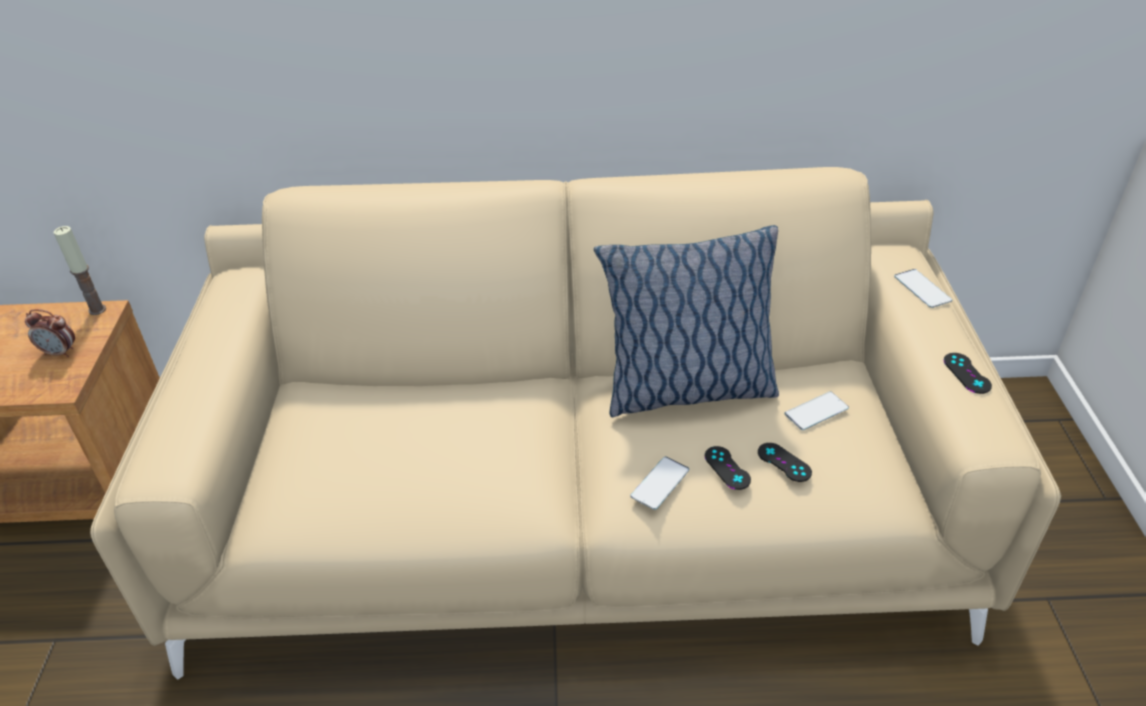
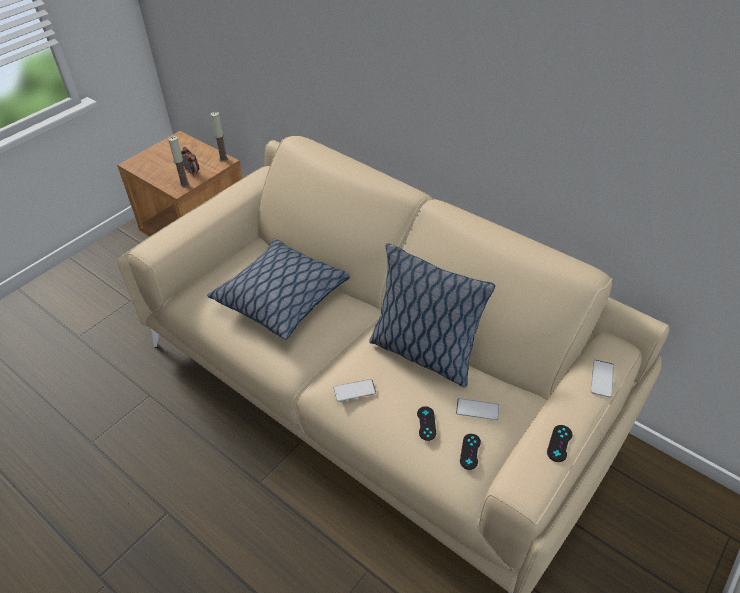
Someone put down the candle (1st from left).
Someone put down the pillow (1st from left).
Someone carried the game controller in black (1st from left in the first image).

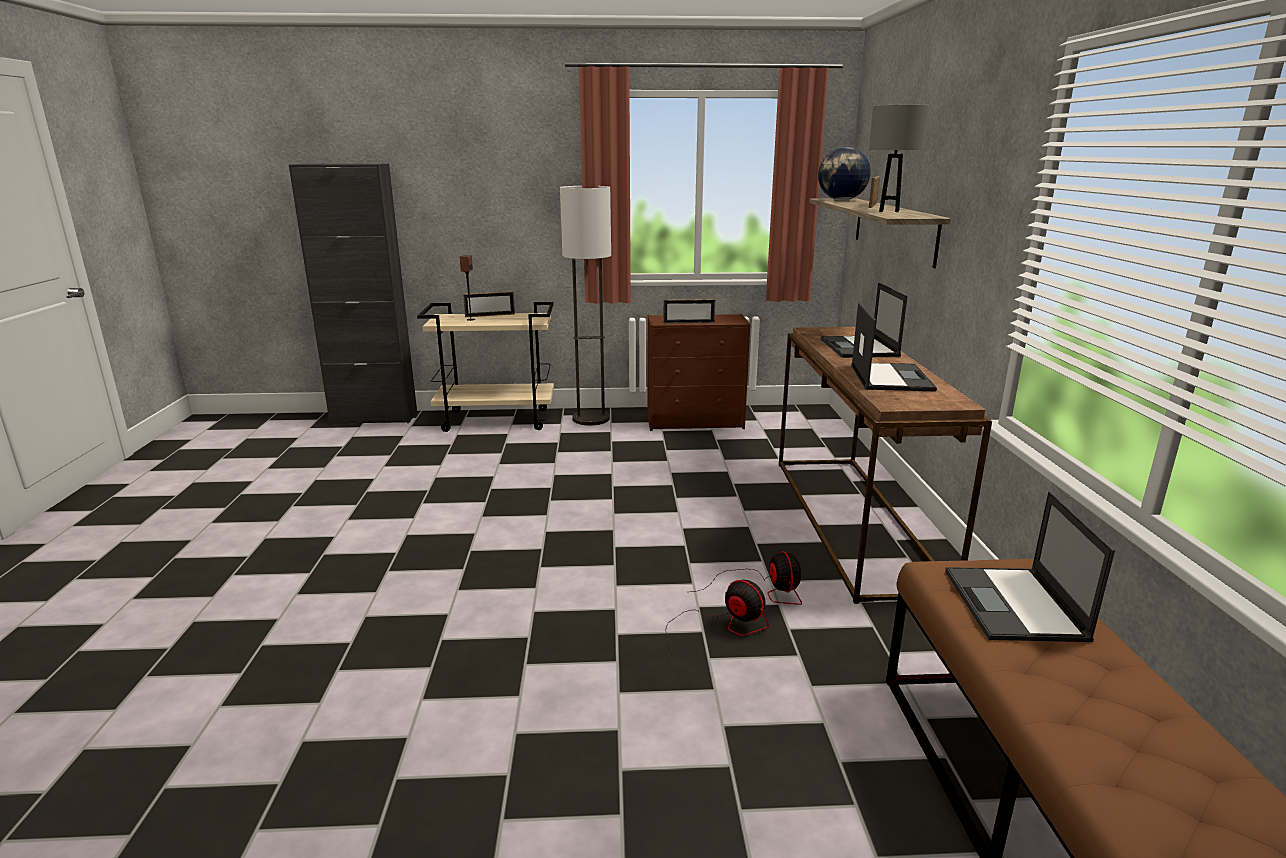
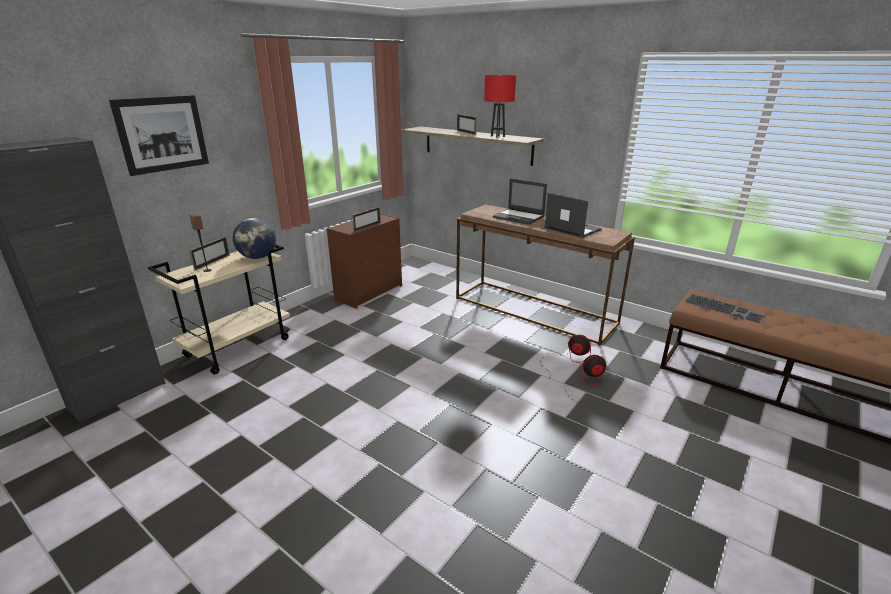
Someone put up the picture.
Someone carried the globe.
Someone repainted the table lamp in grey, which became the table lamp in red.
Someone swapped the laptop (3rd from left) for the keyboard.
Someone took away the floor lamp.

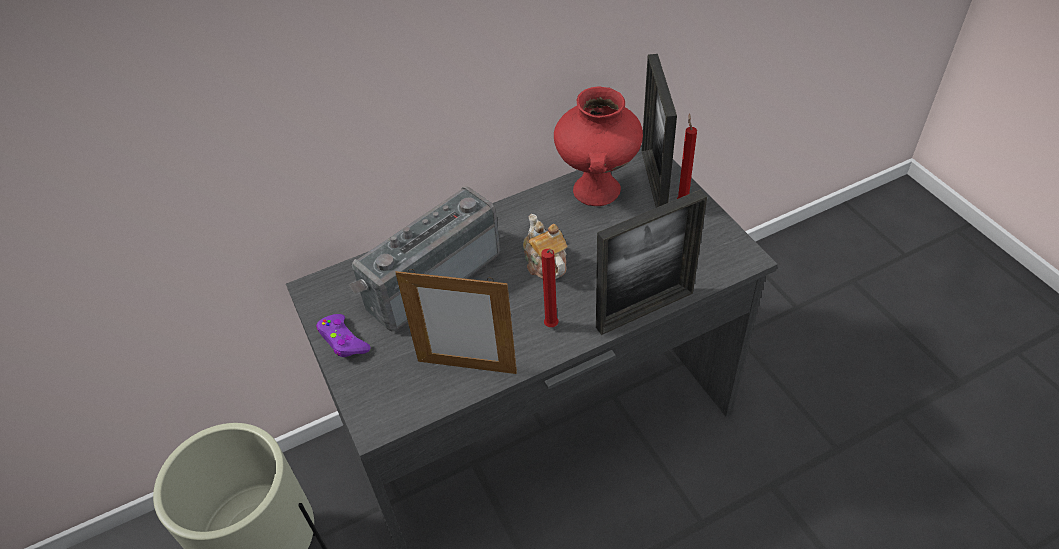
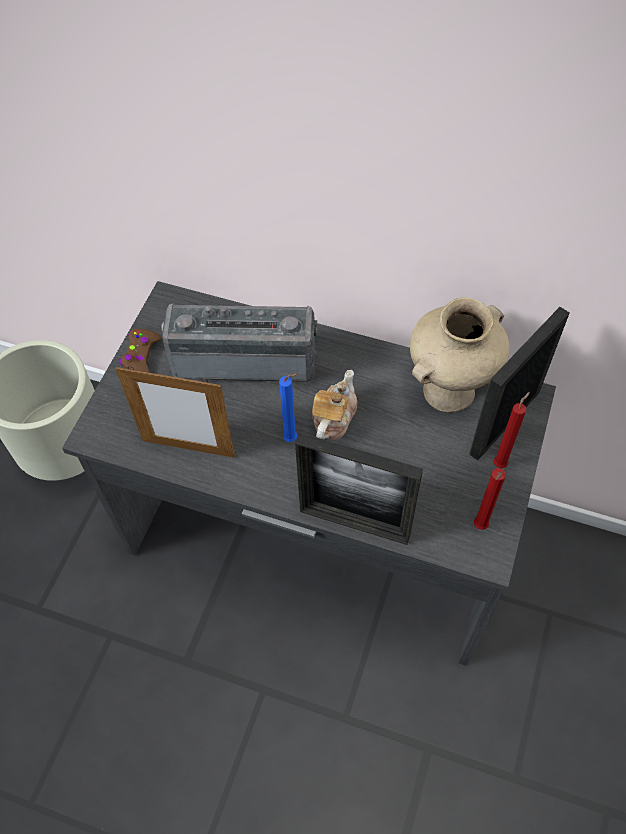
Someone rotated the picture frame (1st from left) by 45 degrees counterclockwise.
Someone repainted the game controller in purple, which became the game controller in brown.
Someone put down the candle in blue.
Someone repainted the vase in red, which became the vase in beige.
Someone carried the candle in red (1st from left).

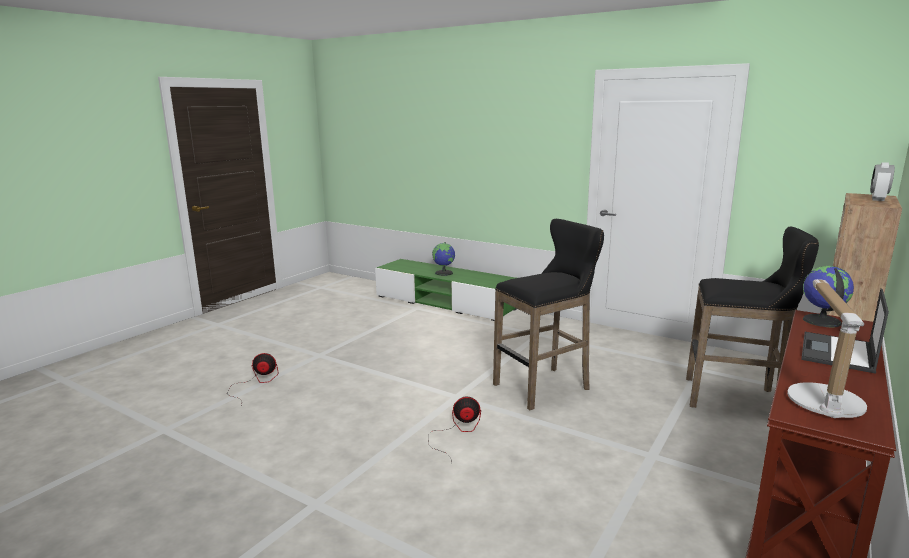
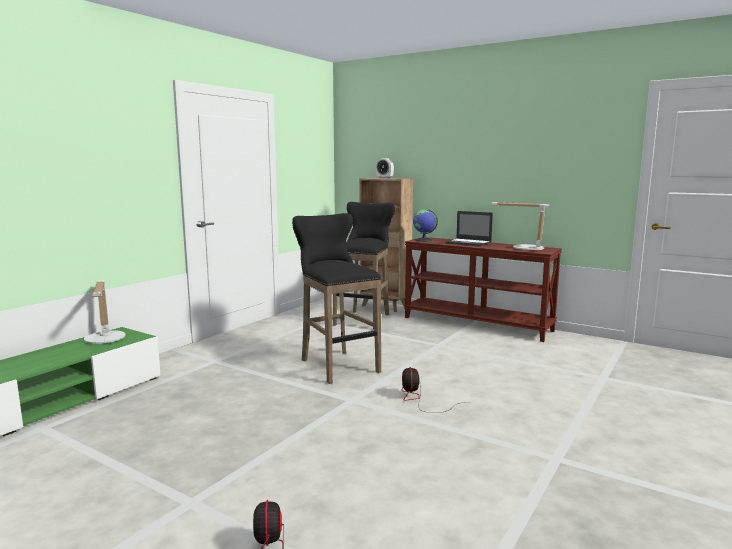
Someone put down the table lamp (1st from left).
Someone took away the globe (1st from left).

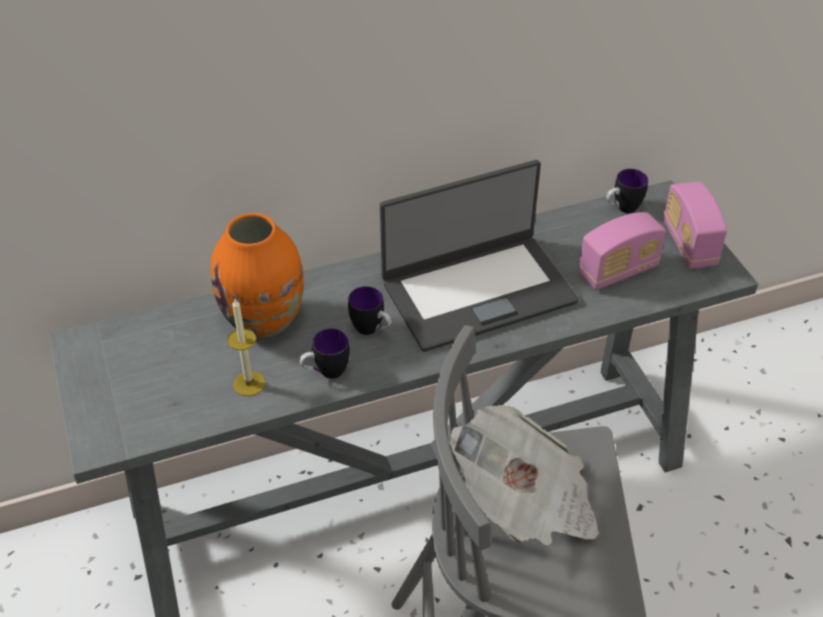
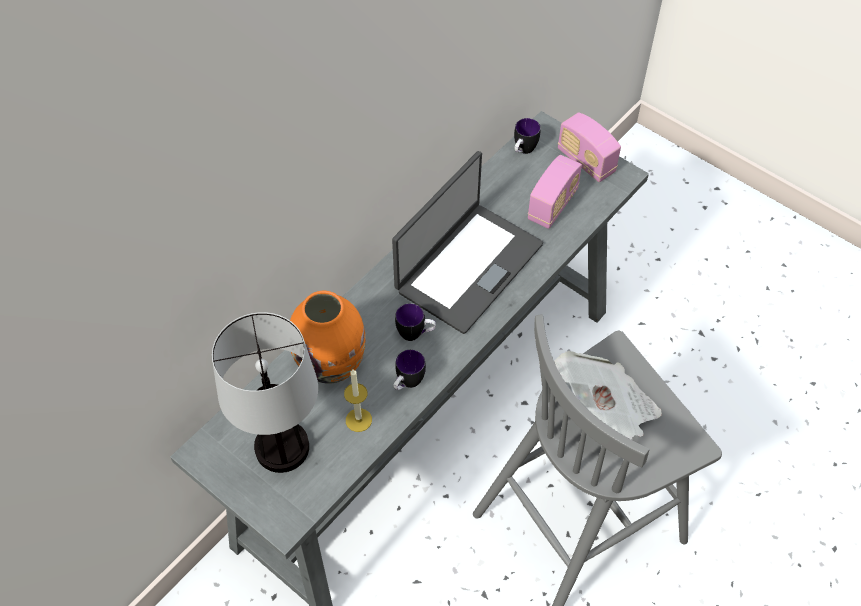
Someone put down the table lamp.

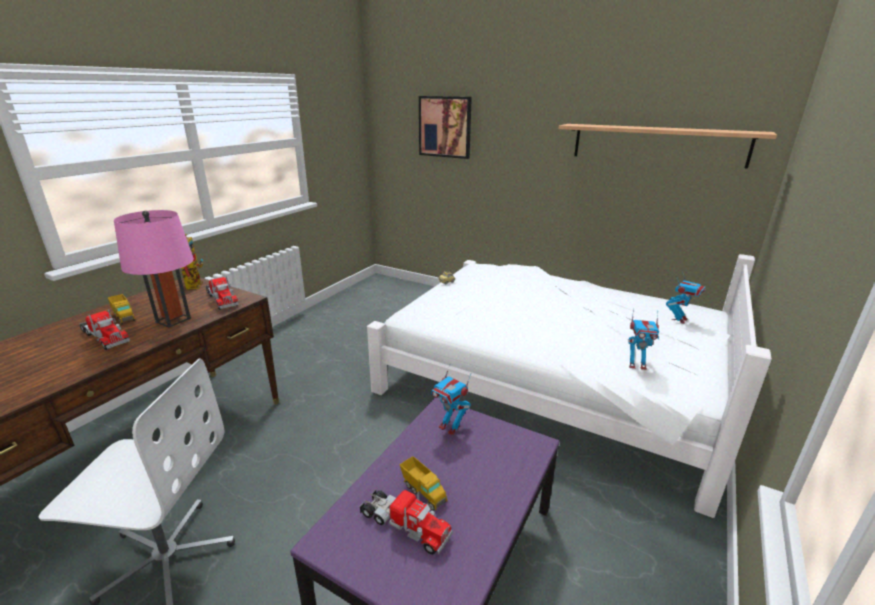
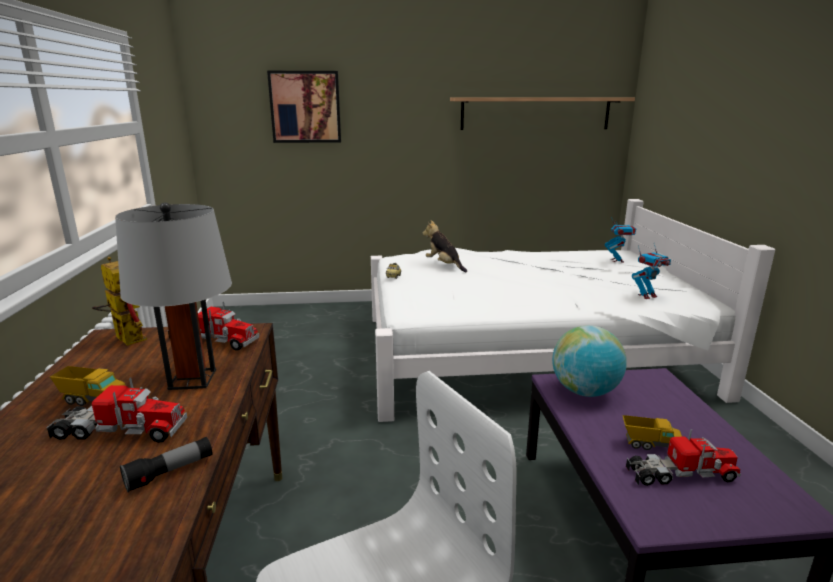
Someone repainted the table lamp in pink, which became the table lamp in grey.
Someone put down the flashlight.
Someone put down the plush toy.
Someone swapped the toy robot (2nd from left) for the globe.

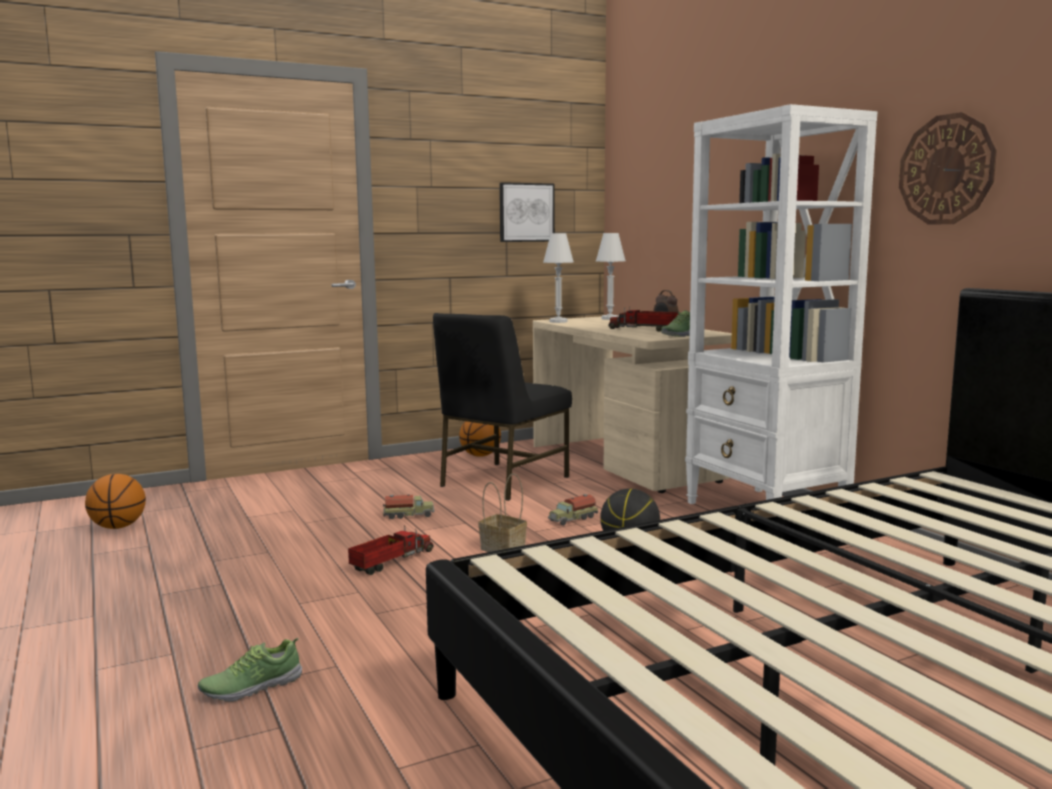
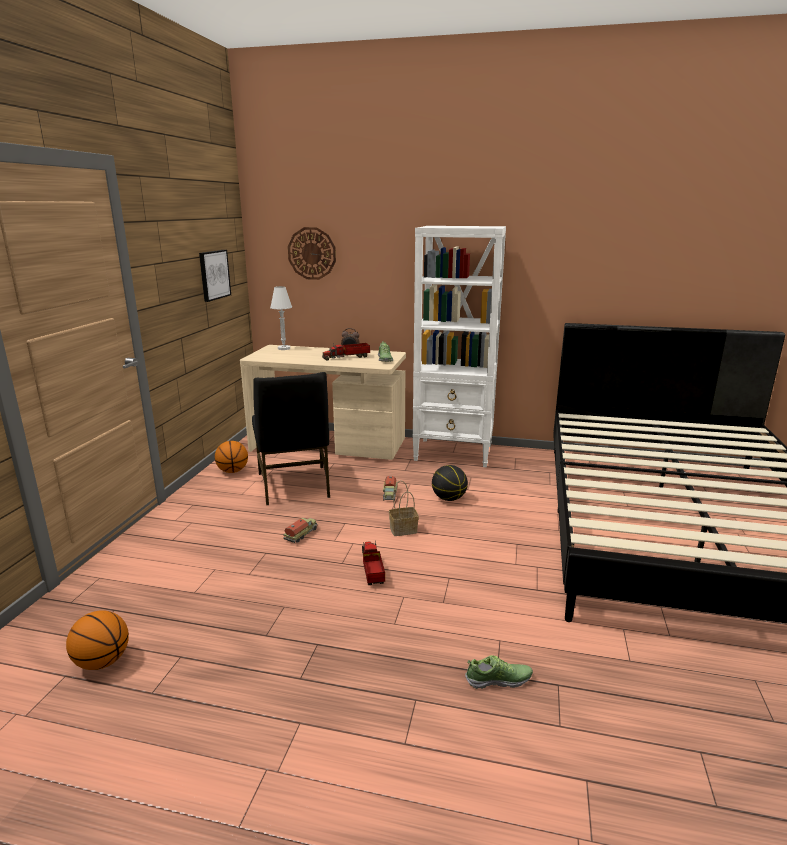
Someone carried the wall clock.
Someone rotated the shoe (1st from left in the first image) by 105 degrees counterclockwise.
Someone took away the table lamp in white (1st from left).

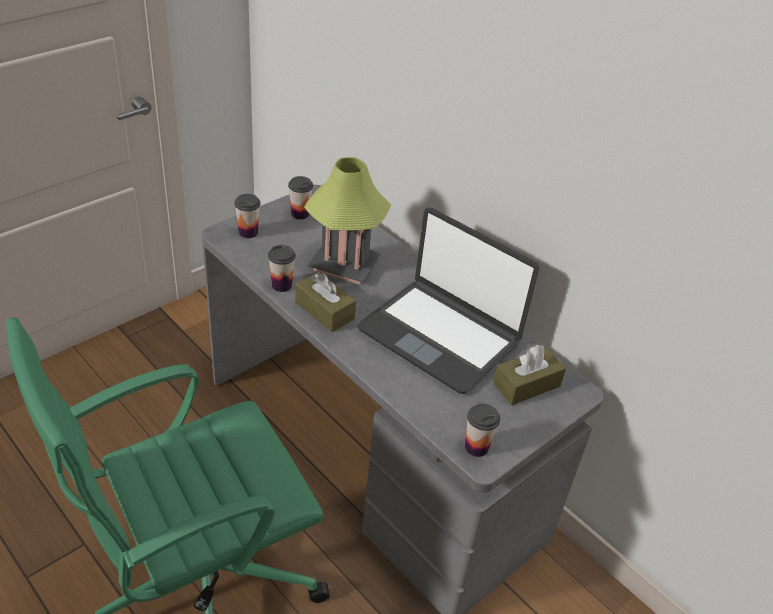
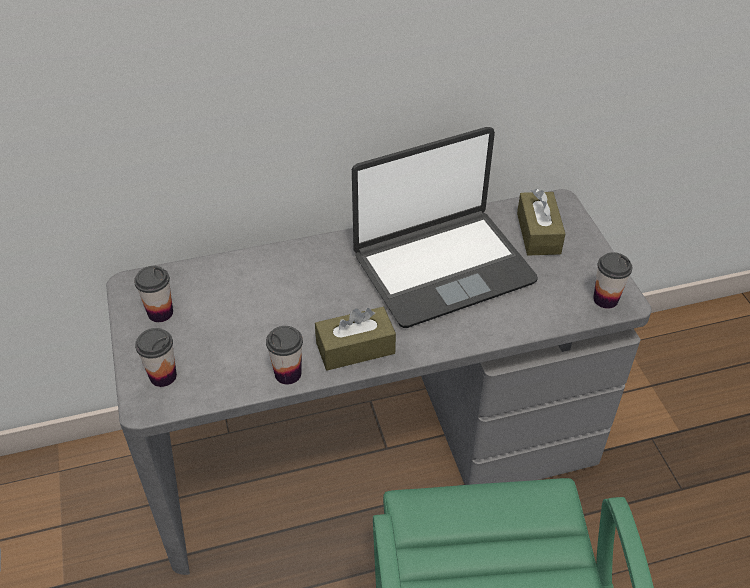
Someone took away the table lamp.

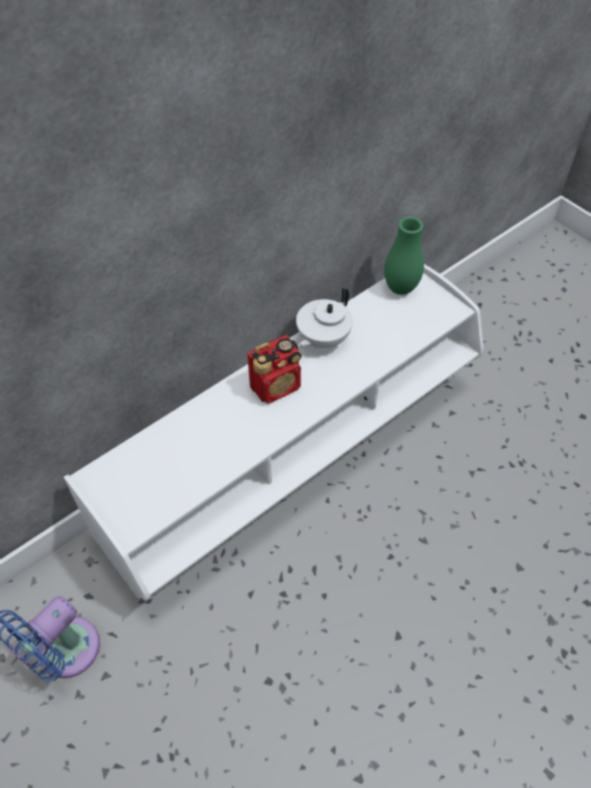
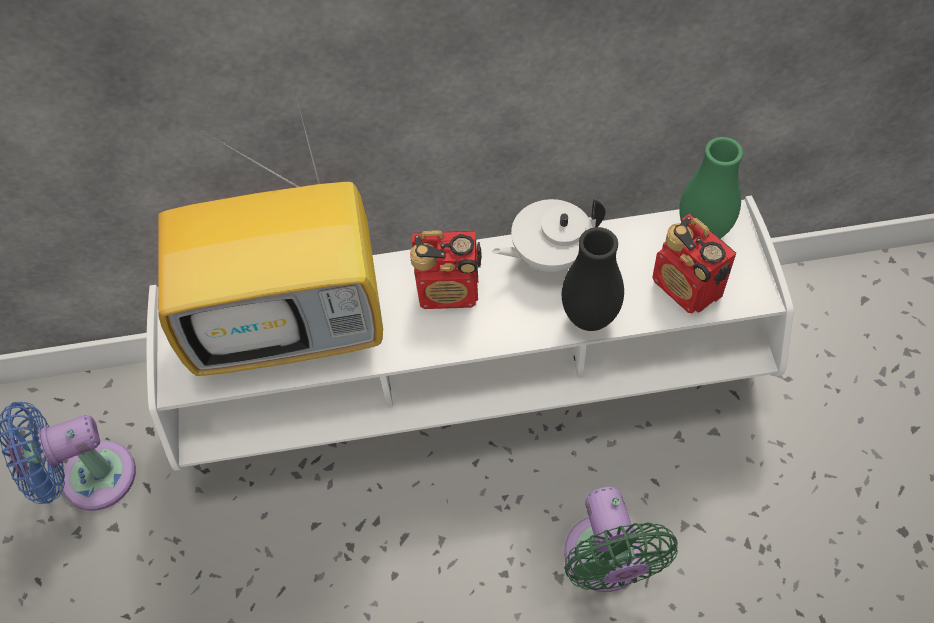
Someone put down the television.
Someone put down the vase in black.
Someone put down the fan in green.
Someone put down the radio (2nd from left).

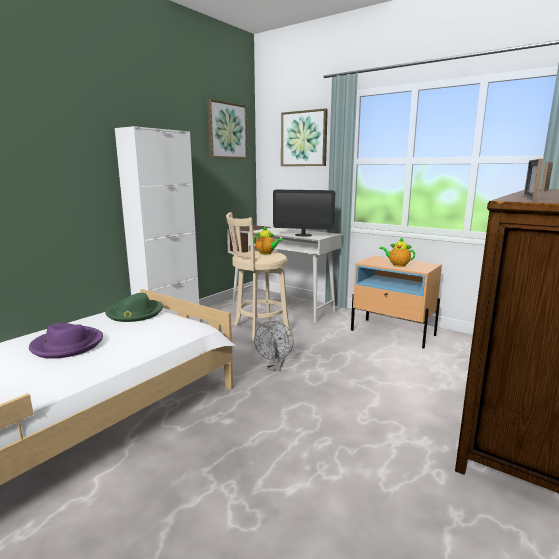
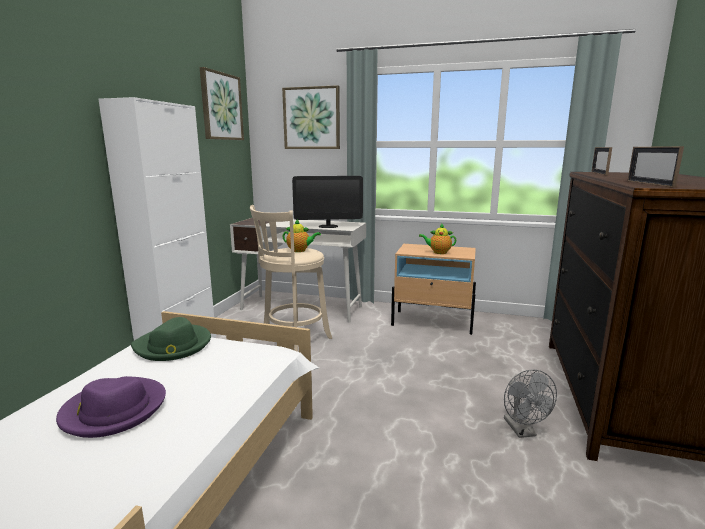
Someone carried the fan in grey.

